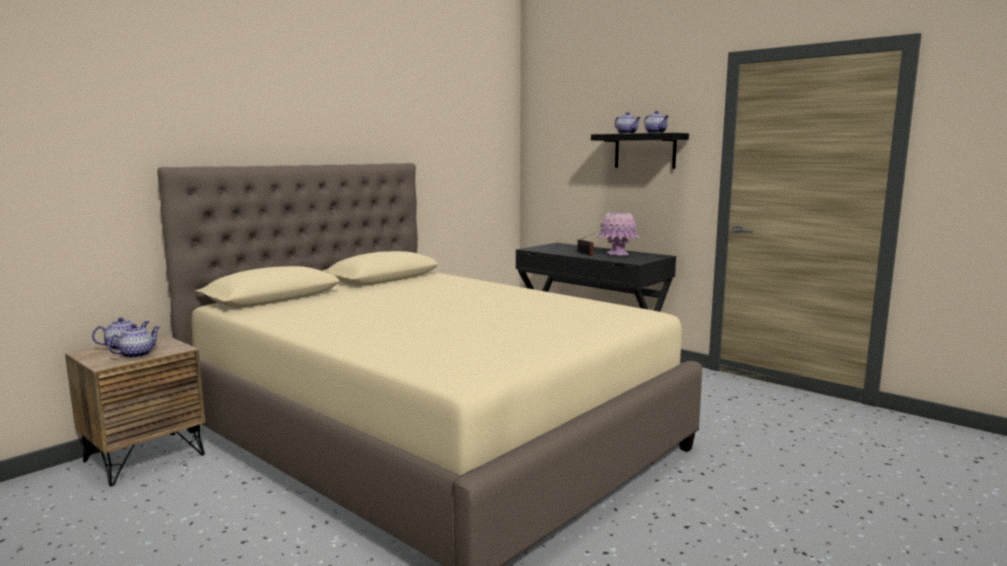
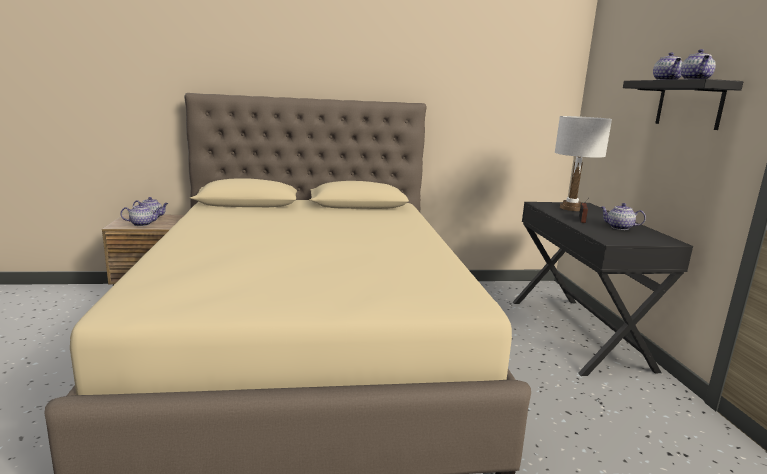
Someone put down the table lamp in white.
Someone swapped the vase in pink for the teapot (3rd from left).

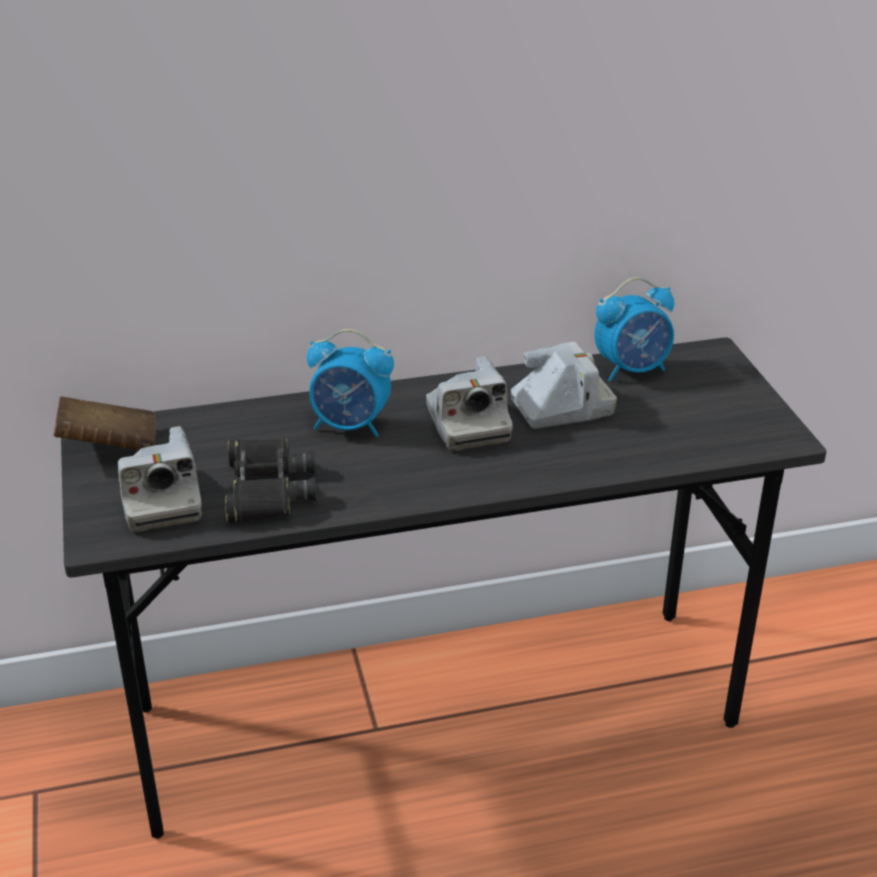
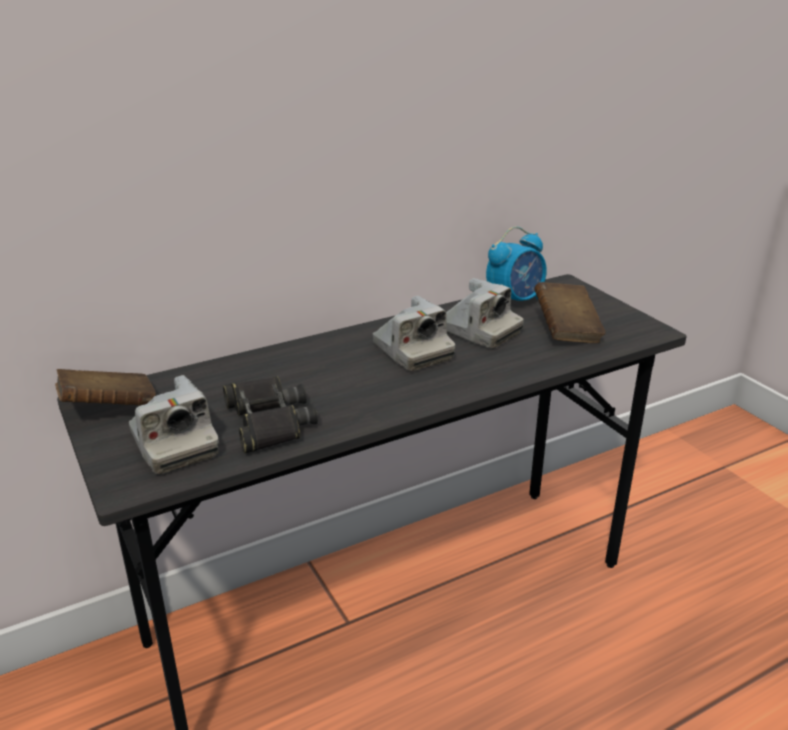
Someone rotated the photo camera (3rd from left) by 75 degrees clockwise.
Someone put down the book in brown (2nd from left).
Someone took away the alarm clock (1st from left).

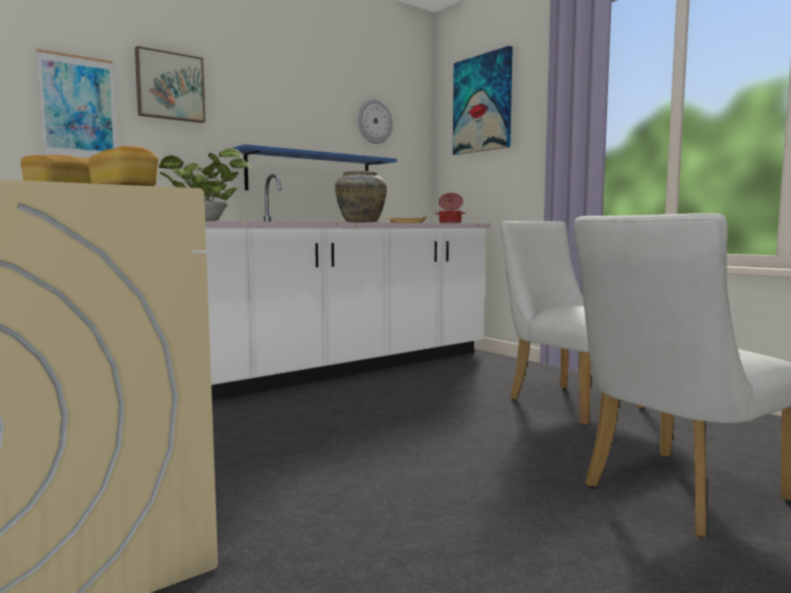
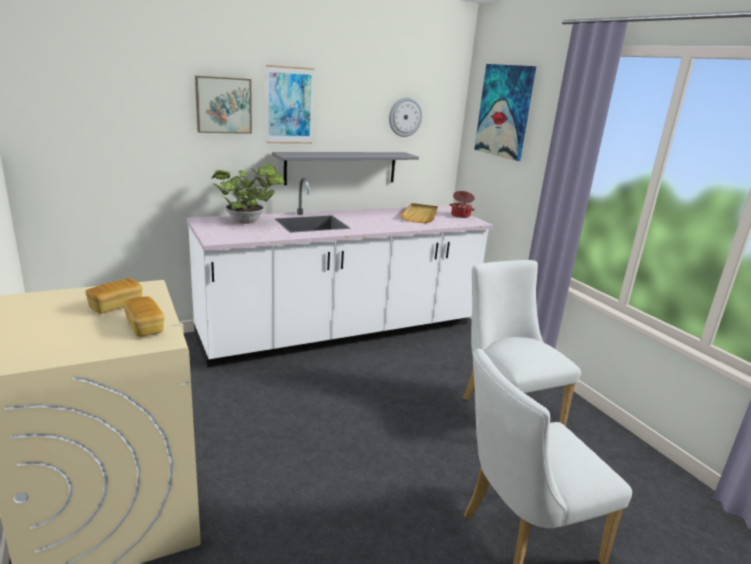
Someone carried the picture (1st from left in the first image).
Someone repainted the shelf in blue, which became the shelf in grey.
Someone took away the vase in beige.

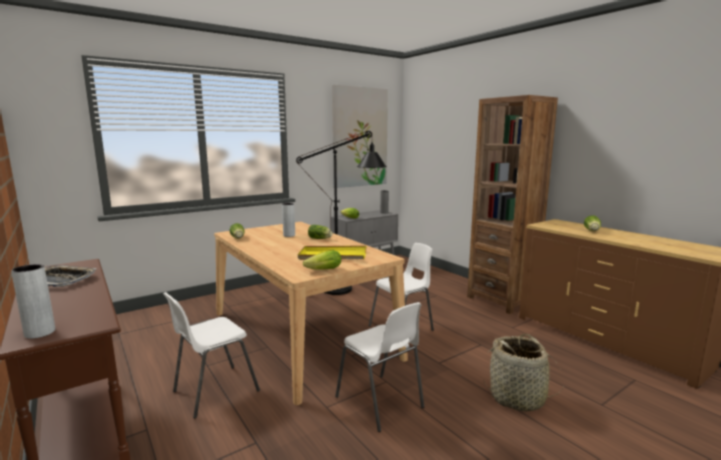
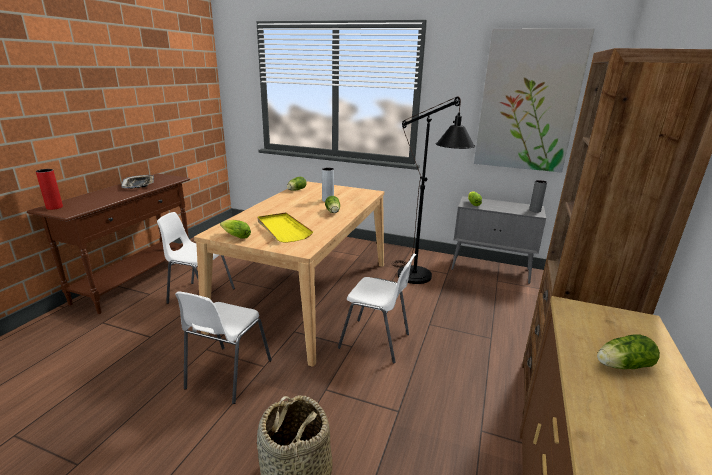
Someone repainted the vase in grey (1st from left), which became the vase in red.

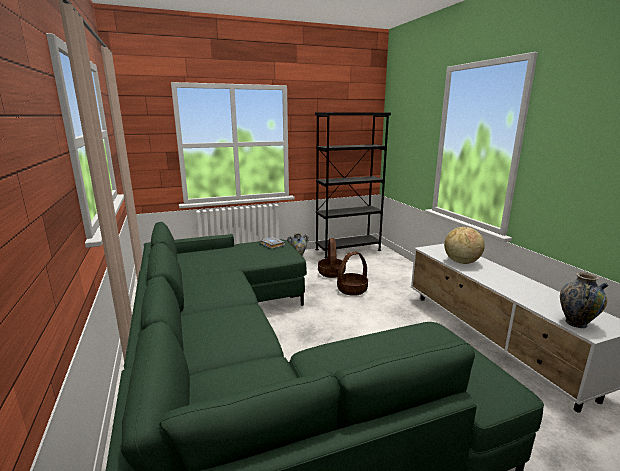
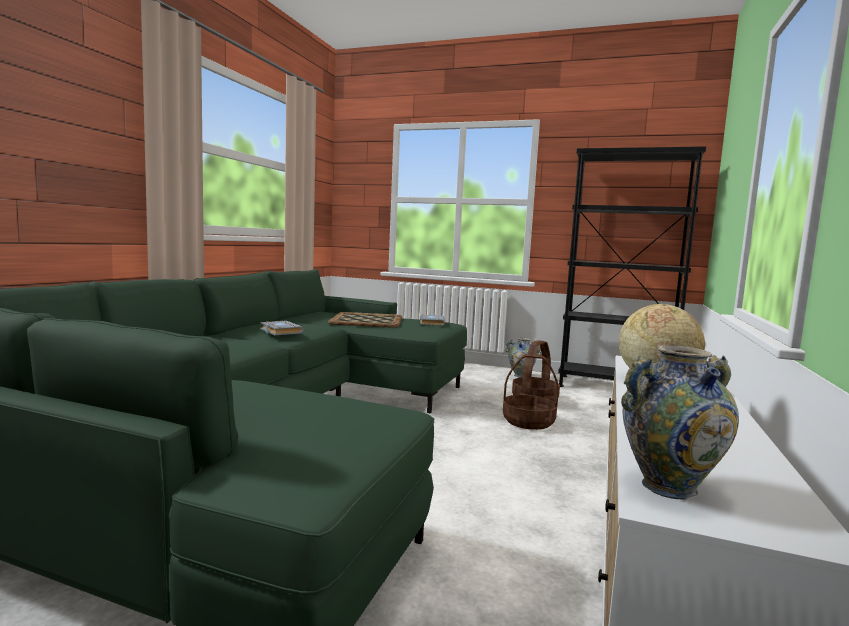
Someone put down the book in grey (1st from left).
Someone put down the tray.

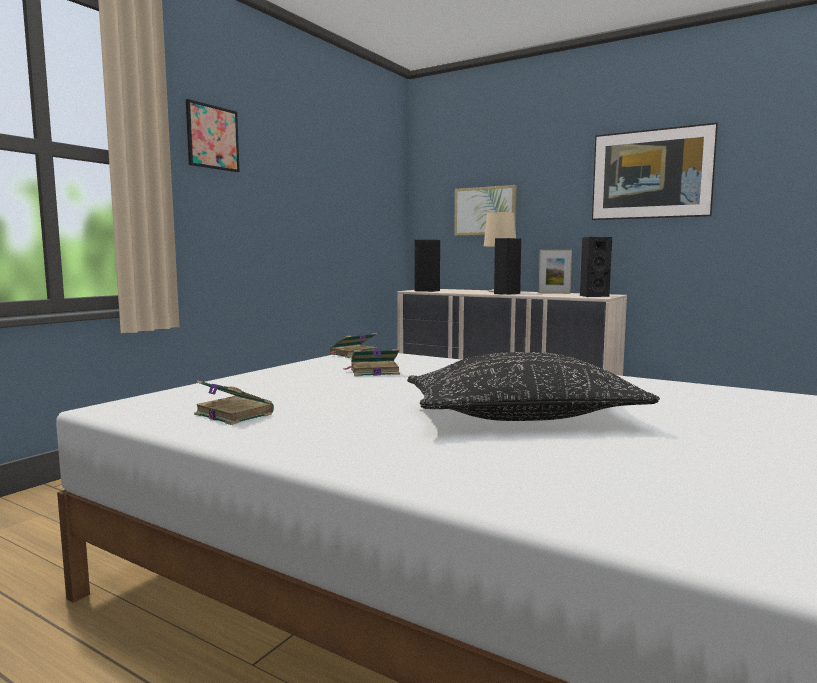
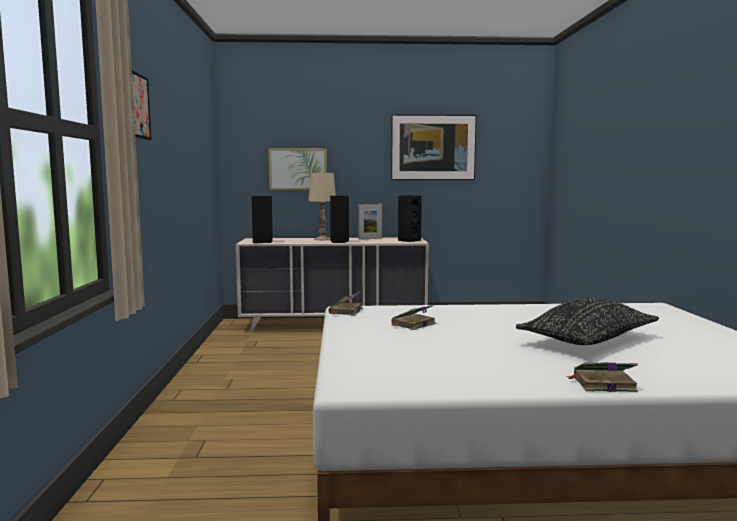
Someone carried the book (1st from left in the first image).

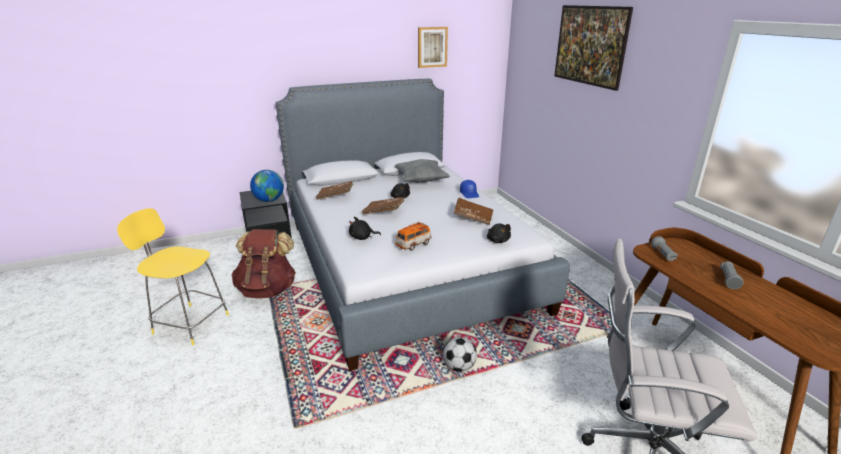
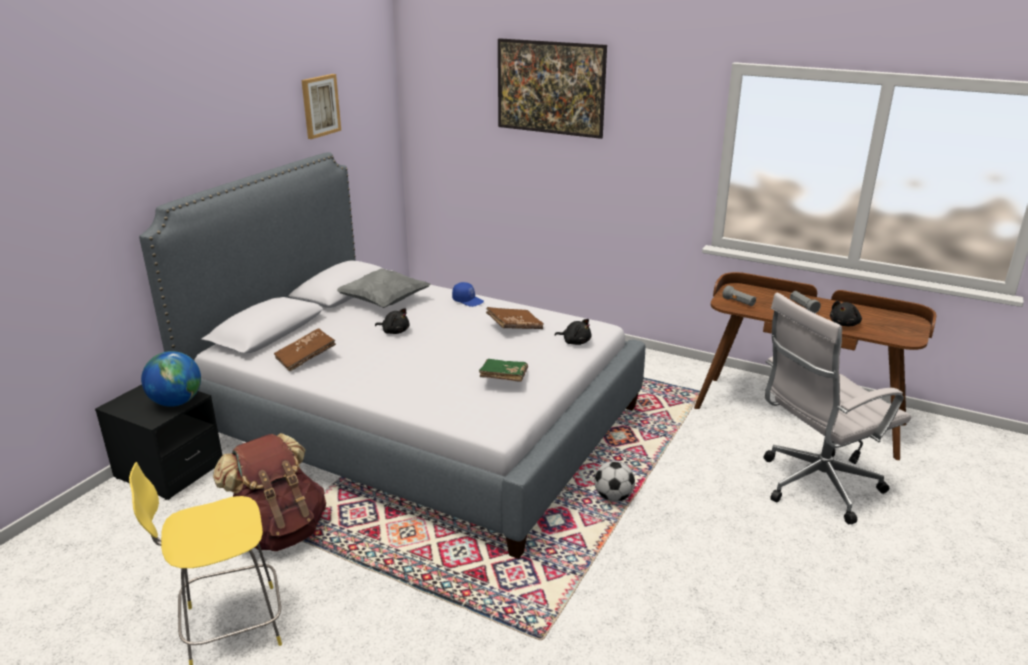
Someone swapped the toy car for the book in green.
Someone carried the plush toy in black (1st from left in the first image).
Someone took away the book in brown (2nd from left).

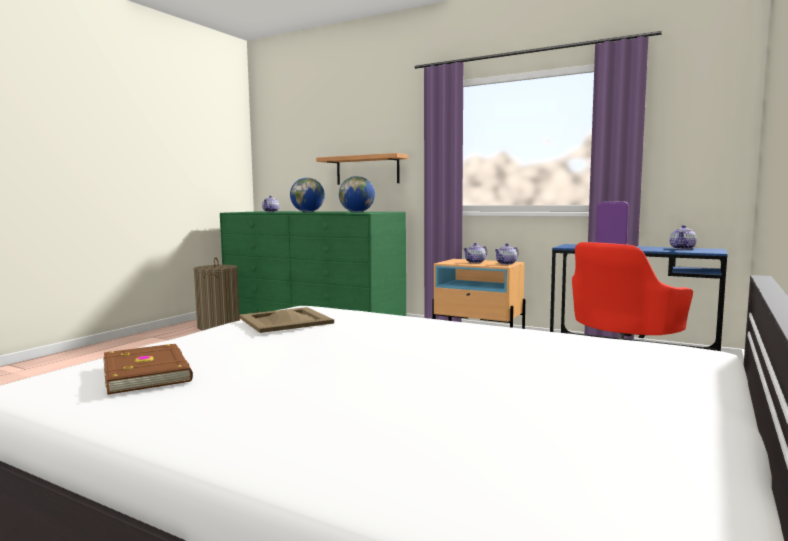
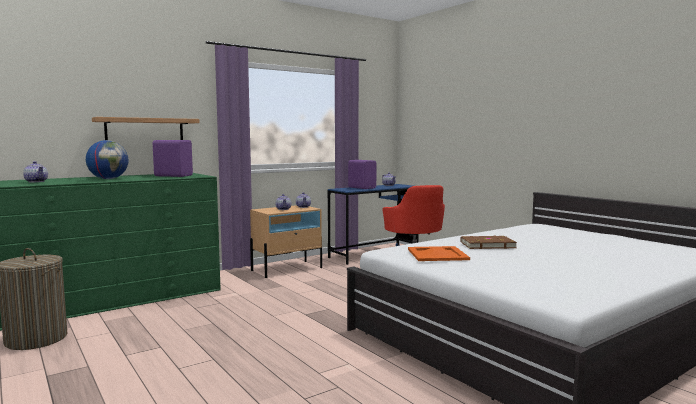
Someone swapped the globe (2nd from left) for the speaker in purple (1st from left).
Someone repainted the tray in beige, which became the tray in orange.
Someone carried the book in brown.

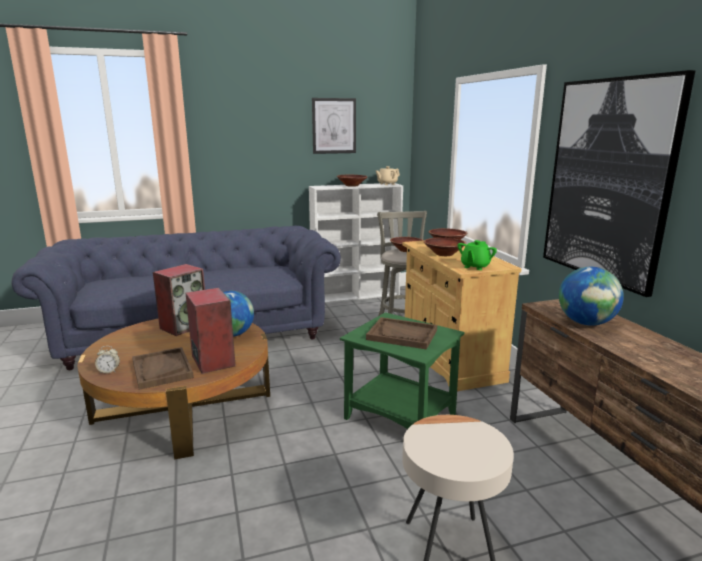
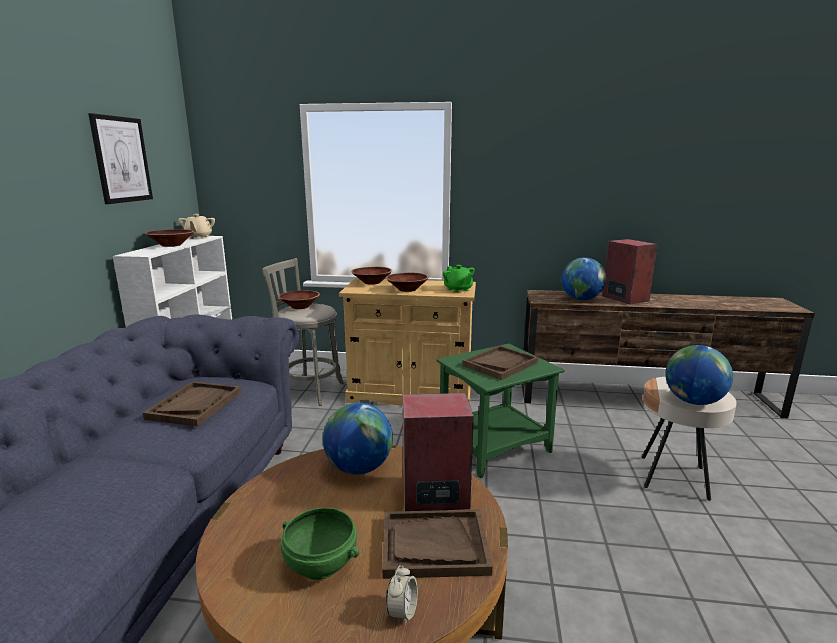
Someone put down the tray in brown (1st from left).
Someone put down the bowl in green.
Someone carried the speaker (1st from left in the first image).
Someone put down the globe (3rd from left).
Someone took away the picture (2nd from left).

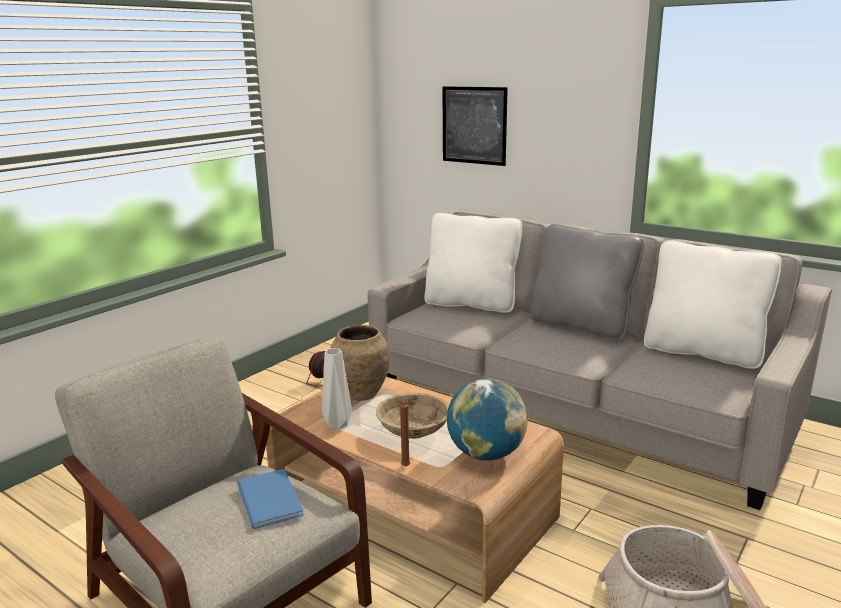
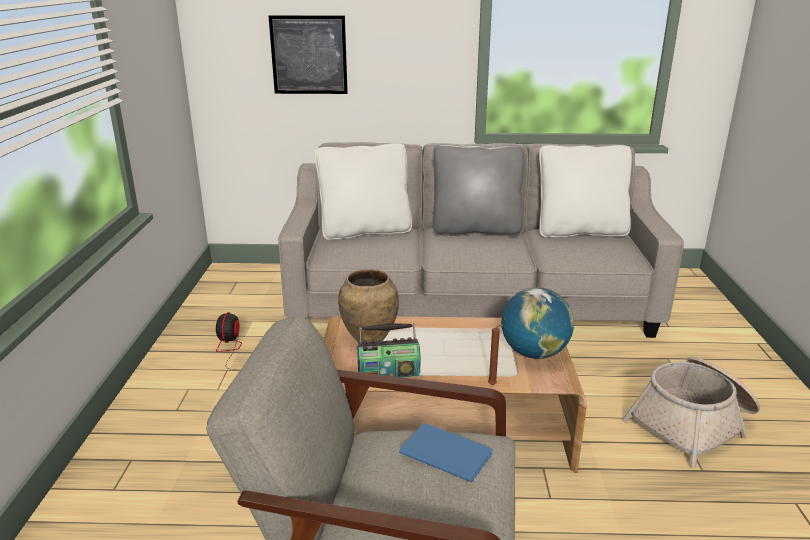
Someone swapped the vase in grey for the radio.
Someone took away the bowl in beige.

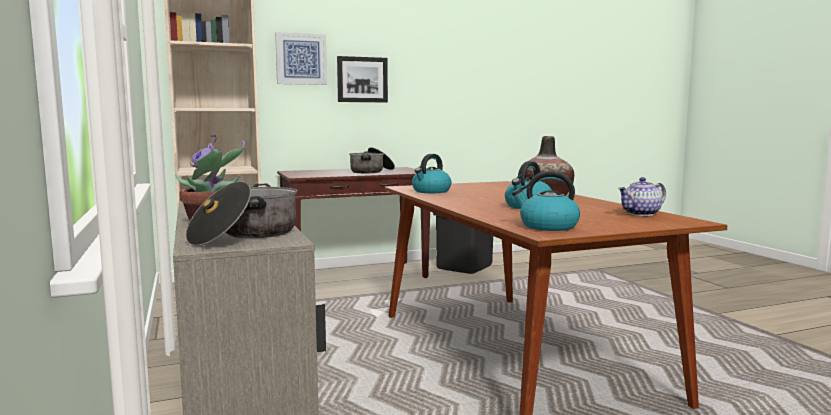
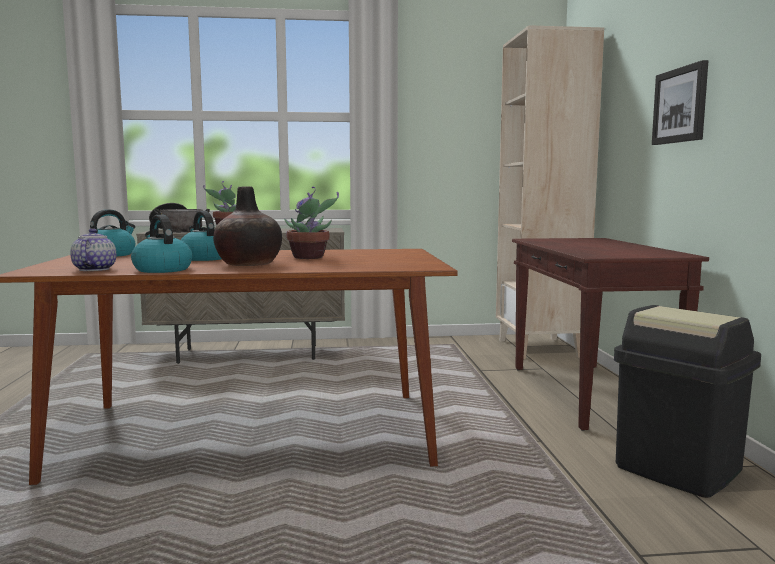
Someone carried the kettle (1st from left in the first image).
Someone put down the potted plant (2nd from left).
Someone took away the picture (1st from left).
Someone took away the cooking pot (2nd from left).

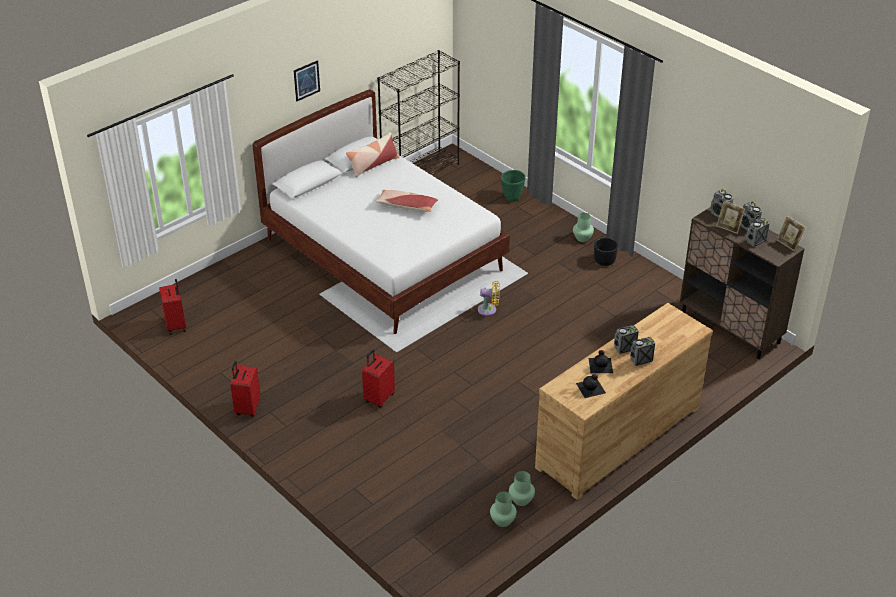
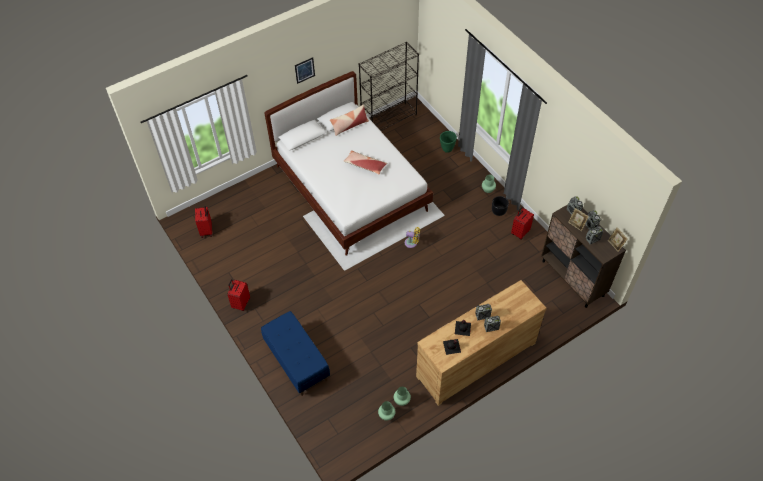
Someone put down the bench in blue.
Someone carried the suitcase in red (3rd from left).

